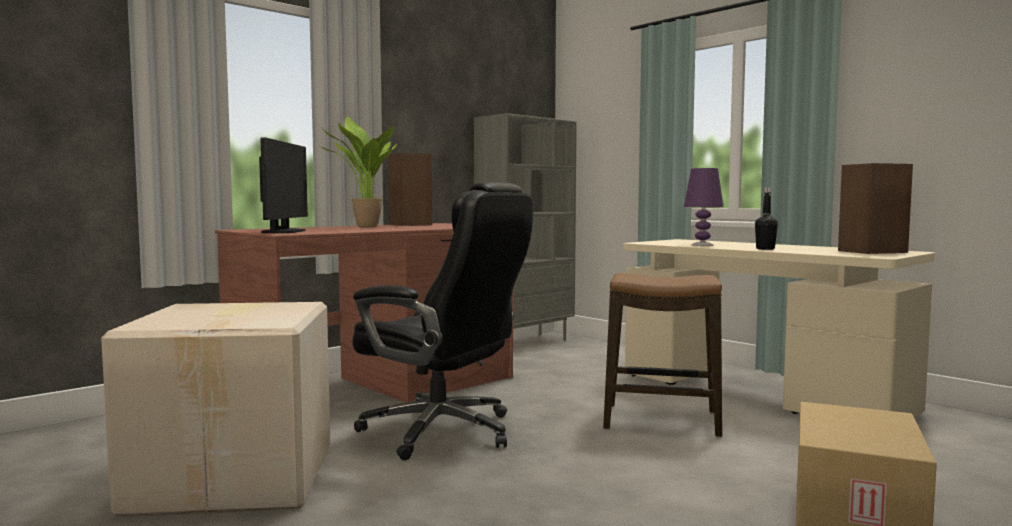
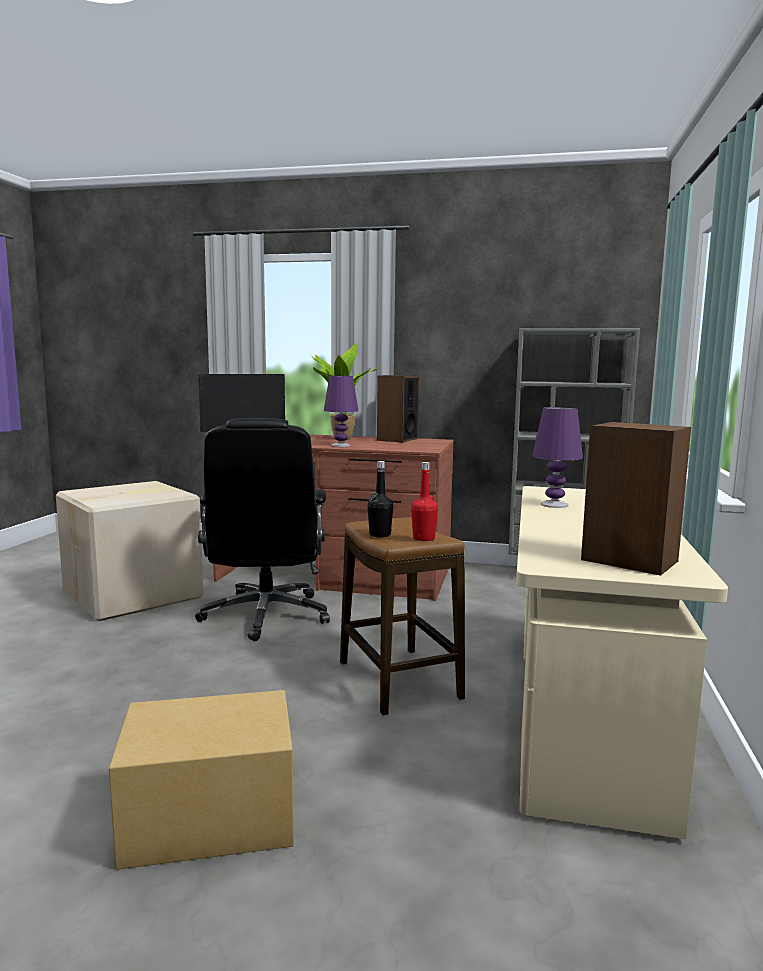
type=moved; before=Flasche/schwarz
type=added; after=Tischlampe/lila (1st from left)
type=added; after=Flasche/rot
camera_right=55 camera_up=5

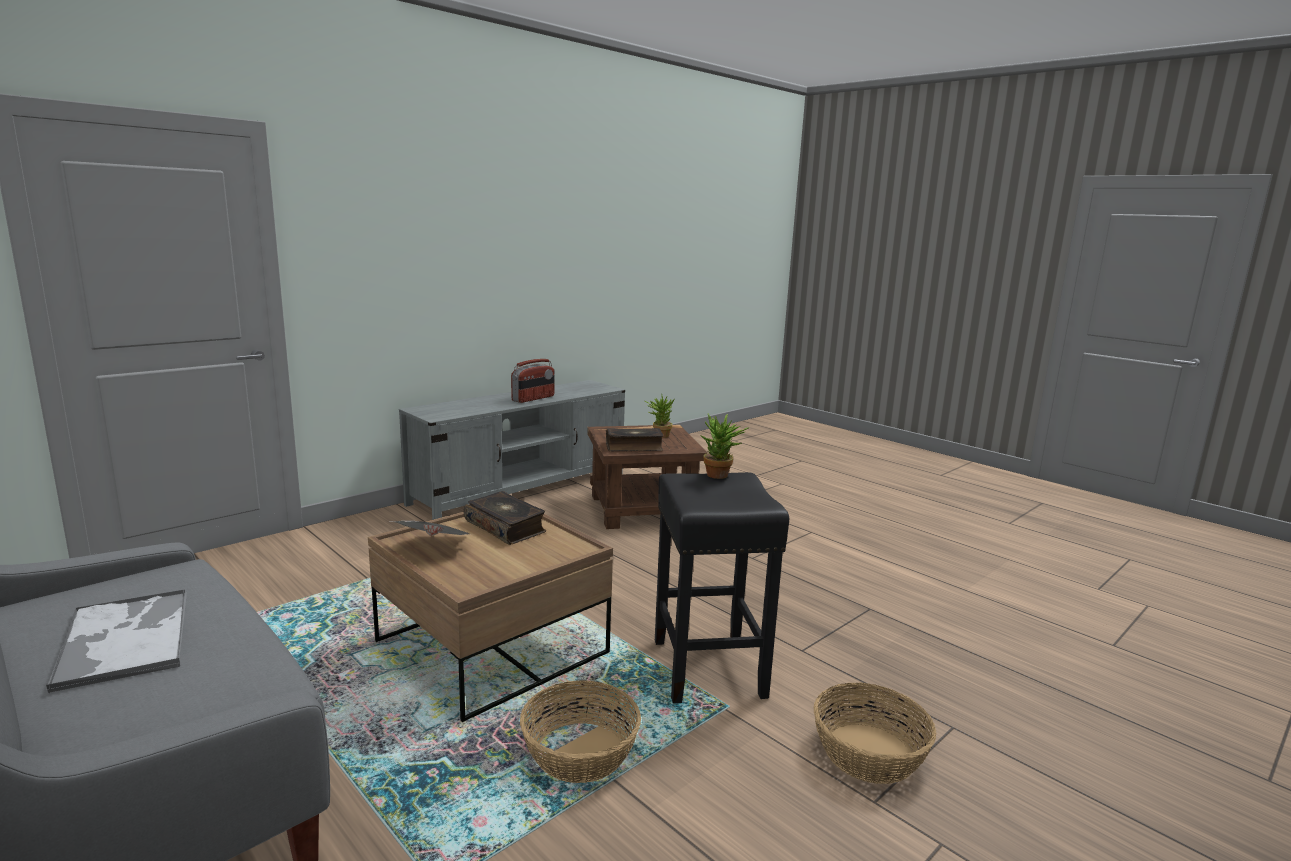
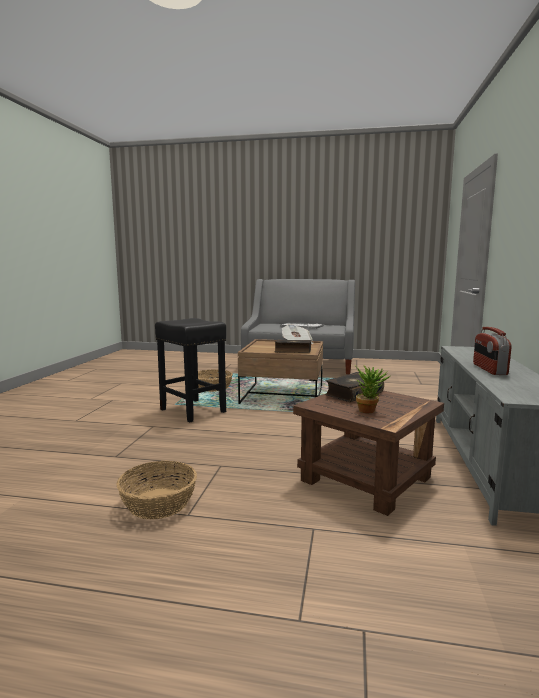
type=removed; before=Topfpflanze (2nd from left)
type=moved; before=Korb (2nd from left in the first image); after=Korb (1st from left)
camera_right=145 camera_up=-5

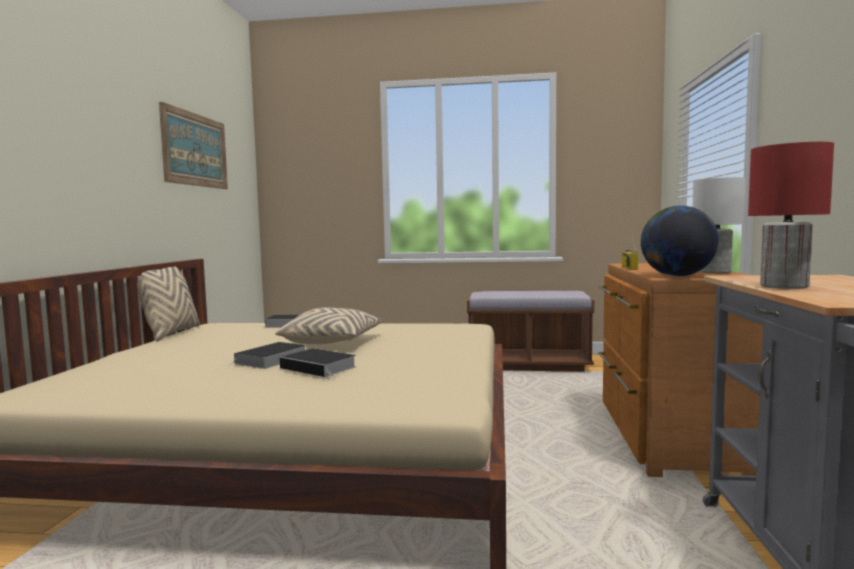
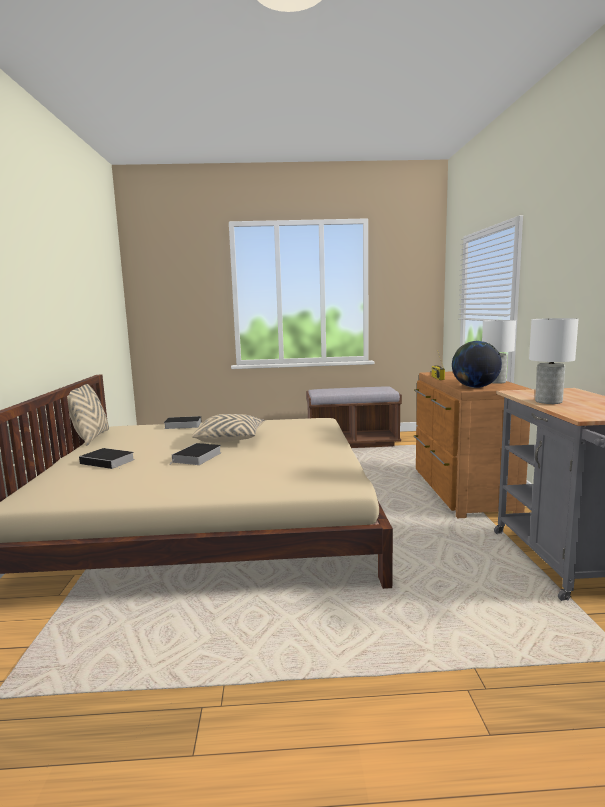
type=removed; before=Bild
type=recoloured; before=Tischlampe/rot; after=Tischlampe/weiß (2nd from left)
type=moved; before=Buch (3rd from left in the first image); after=Buch (1st from left)
camera_right=-10 camera_up=5

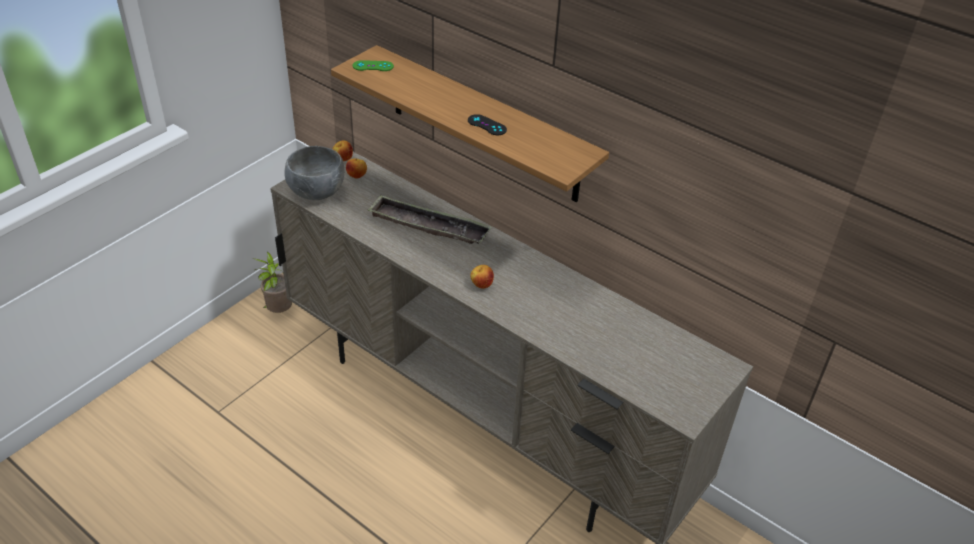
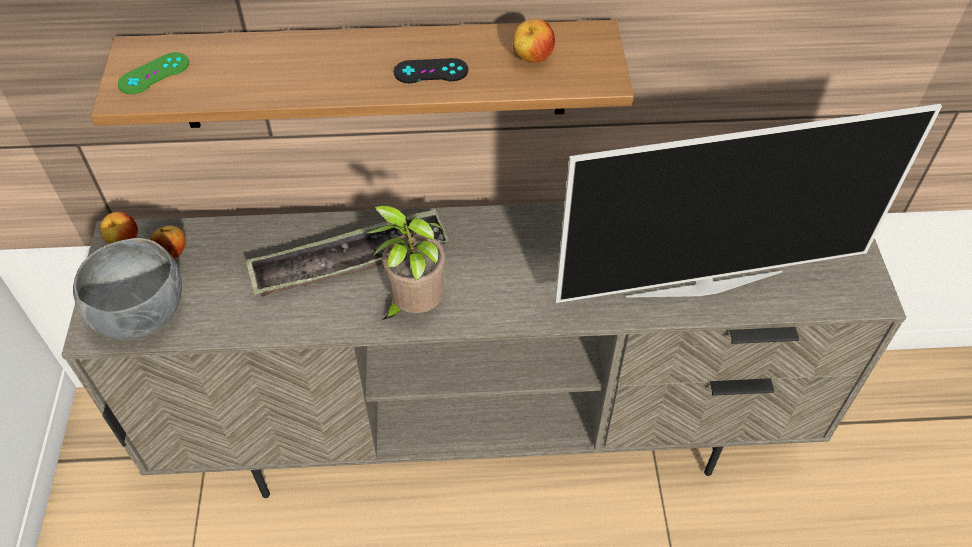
type=moved; before=Topfpflanze
type=moved; before=Apfel (3rd from left)
type=added; after=Fernseher
camera_right=-40 camera_up=10

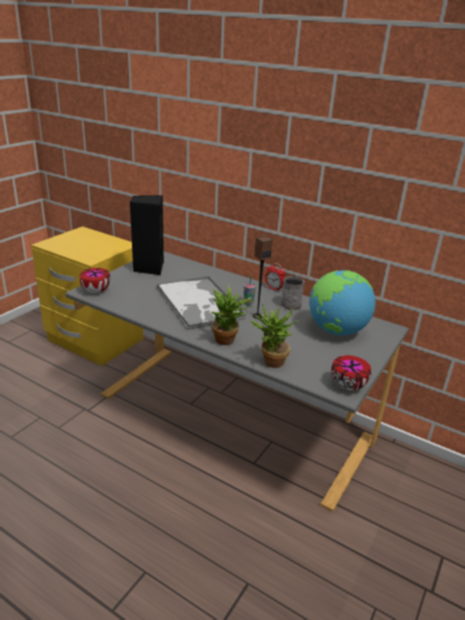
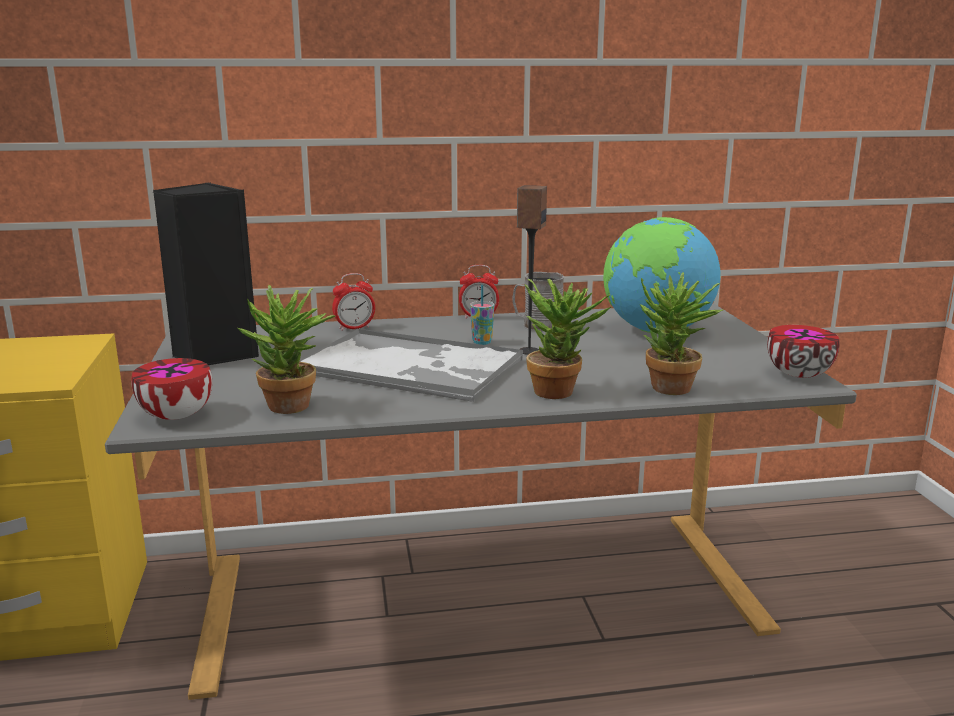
type=added; after=Wecker (1st from left)
type=added; after=Topfpflanze (1st from left)
camera_right=-40 camera_up=-10

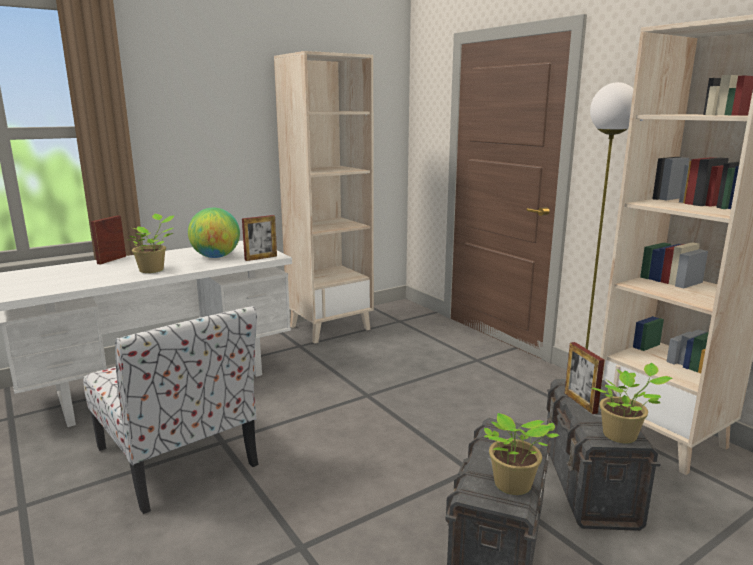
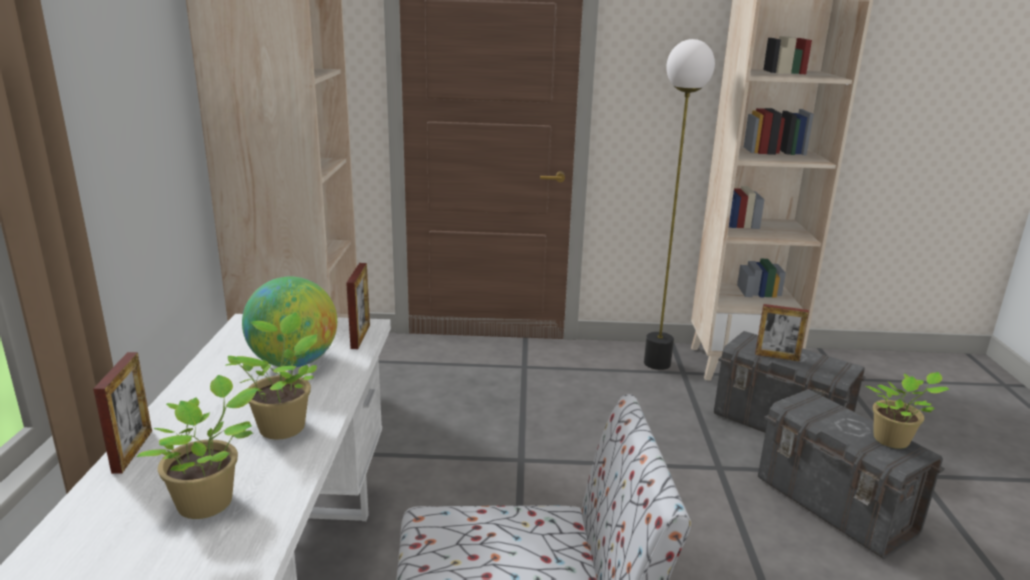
type=turned; before=Bilderrahmen (1st from left); turn=-150
type=moved; before=Topfpflanze (3rd from left in the first image); after=Topfpflanze (1st from left)
camera_right=-55 camera_up=5

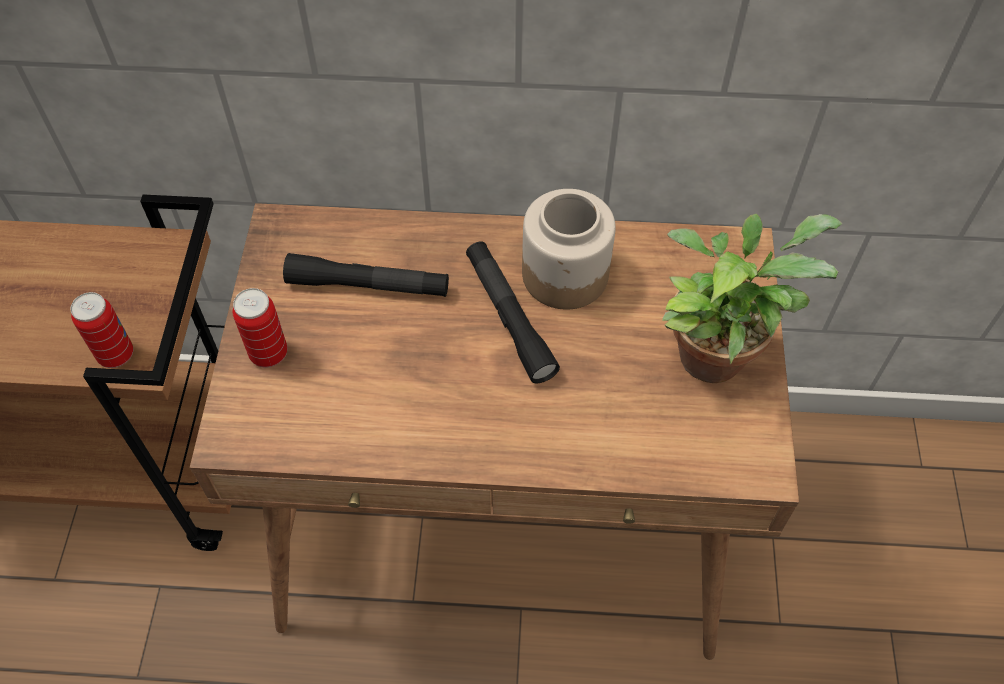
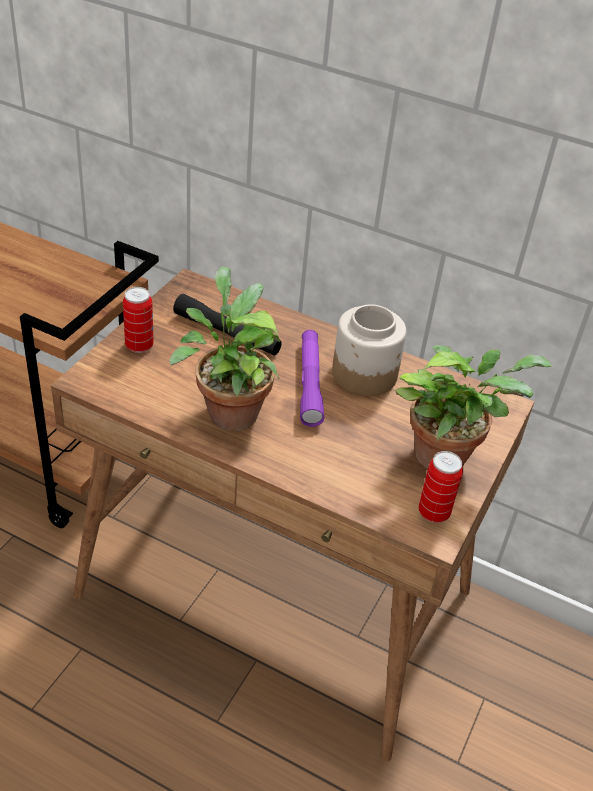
type=recoloured; before=Taschenlampe/schwarz (2nd from left); after=Taschenlampe/lila
type=moved; before=Dose (1st from left in the first image); after=Dose (2nd from left)
type=added; after=Topfpflanze (1st from left)
camera_right=20 camera_up=-15

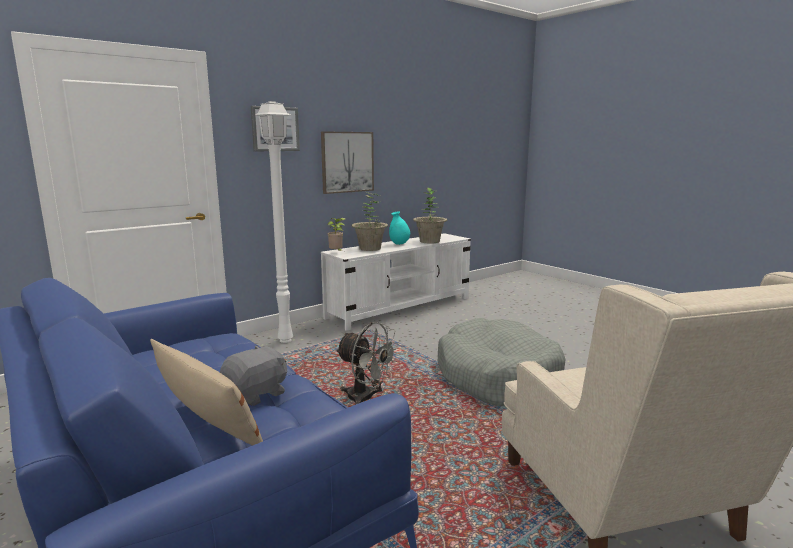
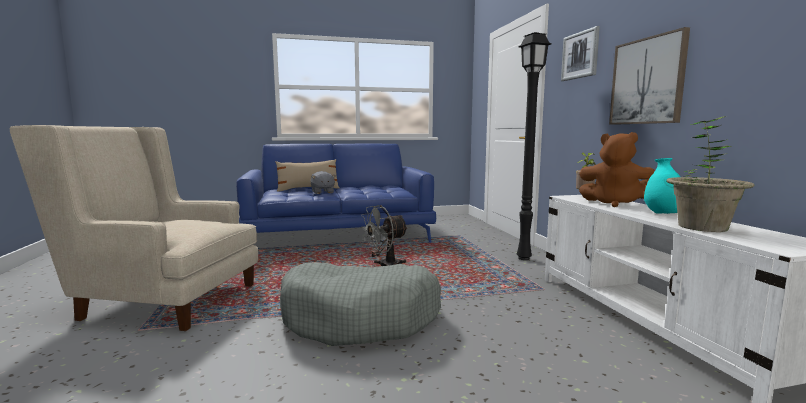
type=recoloured; before=Stehlampe/weiß; after=Stehlampe/schwarz
type=replaced; before=Topfpflanze (2nd from left); after=Plüschtier/braun
camera_right=115 camera_up=-5

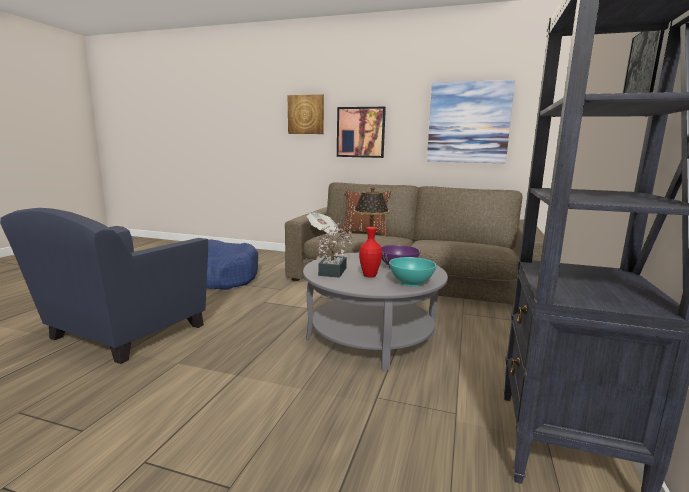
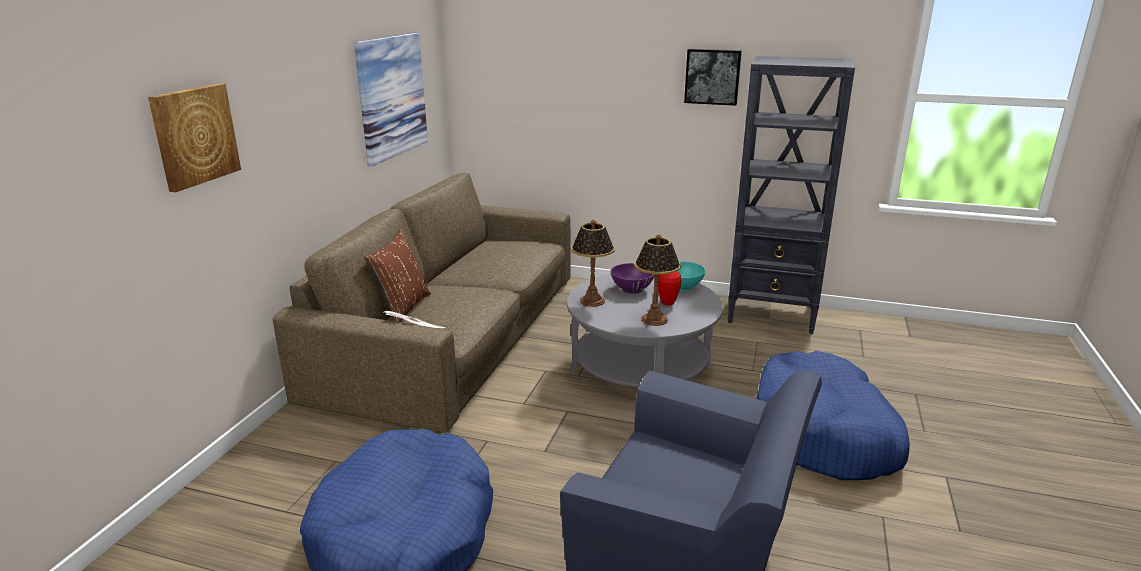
type=removed; before=Bild (2nd from left)
type=replaced; before=Topfpflanze; after=Tischlampe (2nd from left)
type=added; after=Hundebett/blau (2nd from left)
camera_right=-90 camera_up=10

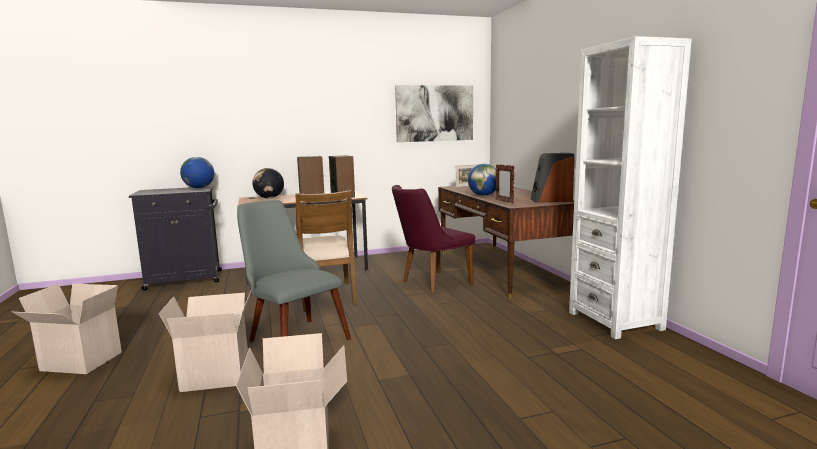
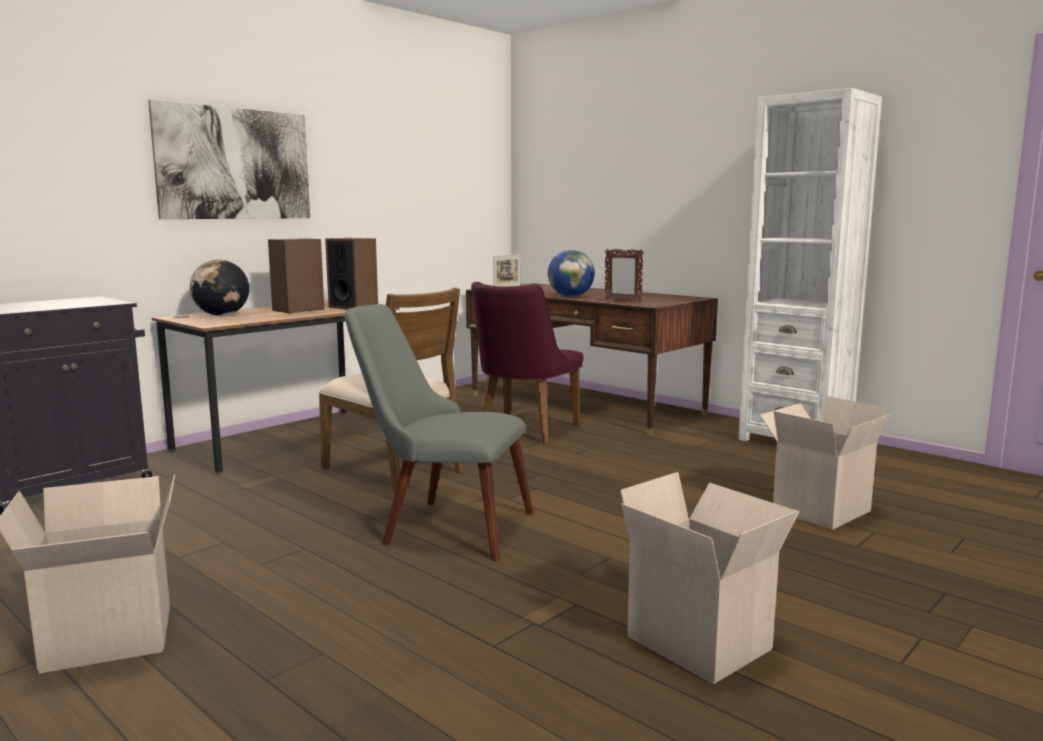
type=moved; before=Bild
type=removed; before=Lautsprecher (3rd from left)
type=removed; before=Globus (1st from left)
type=moved; before=Karton (2nd from left in the first image); after=Karton (3rd from left)
camera_right=-30 camera_up=0

